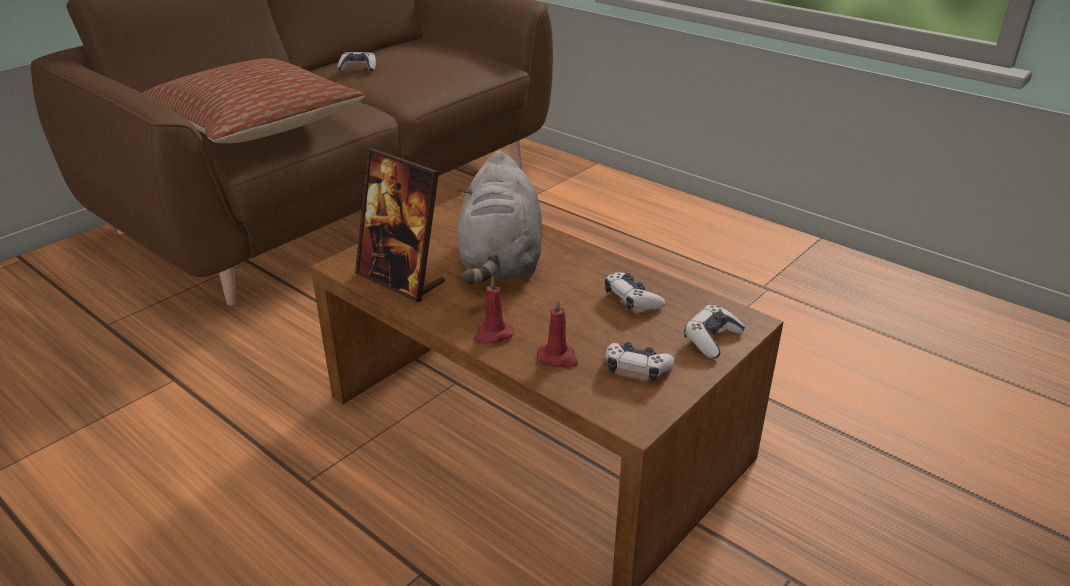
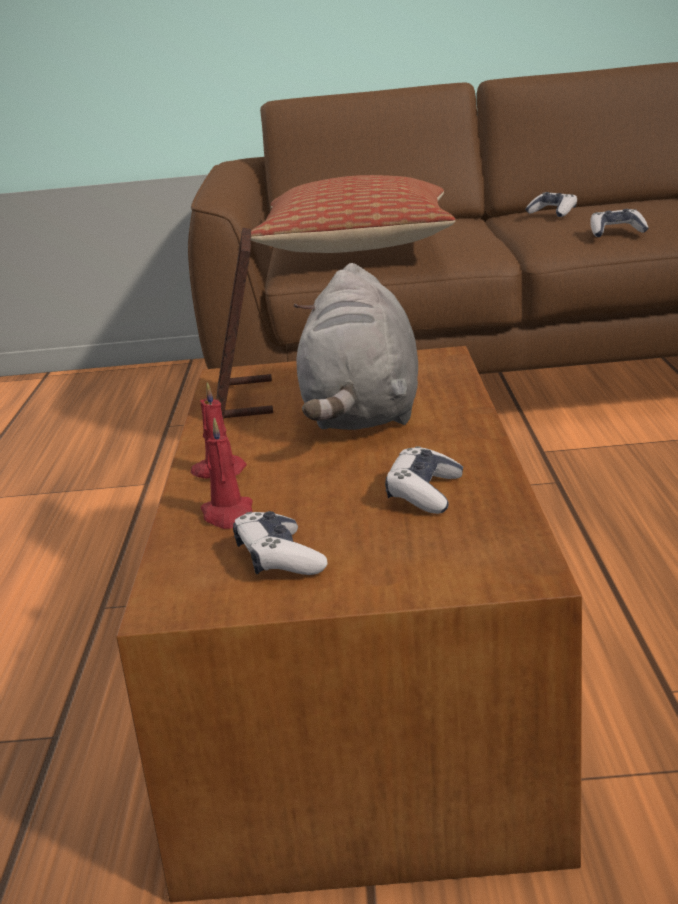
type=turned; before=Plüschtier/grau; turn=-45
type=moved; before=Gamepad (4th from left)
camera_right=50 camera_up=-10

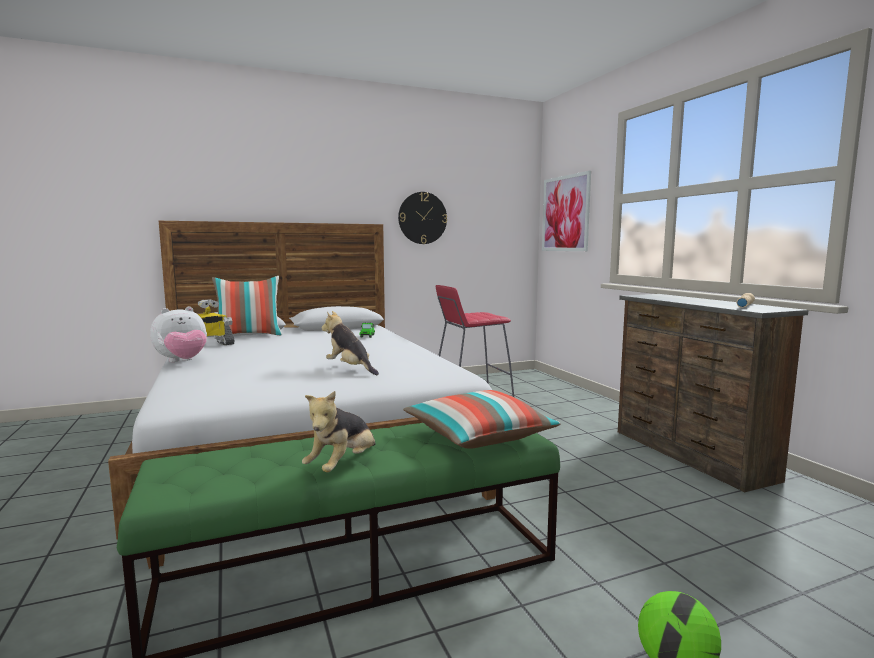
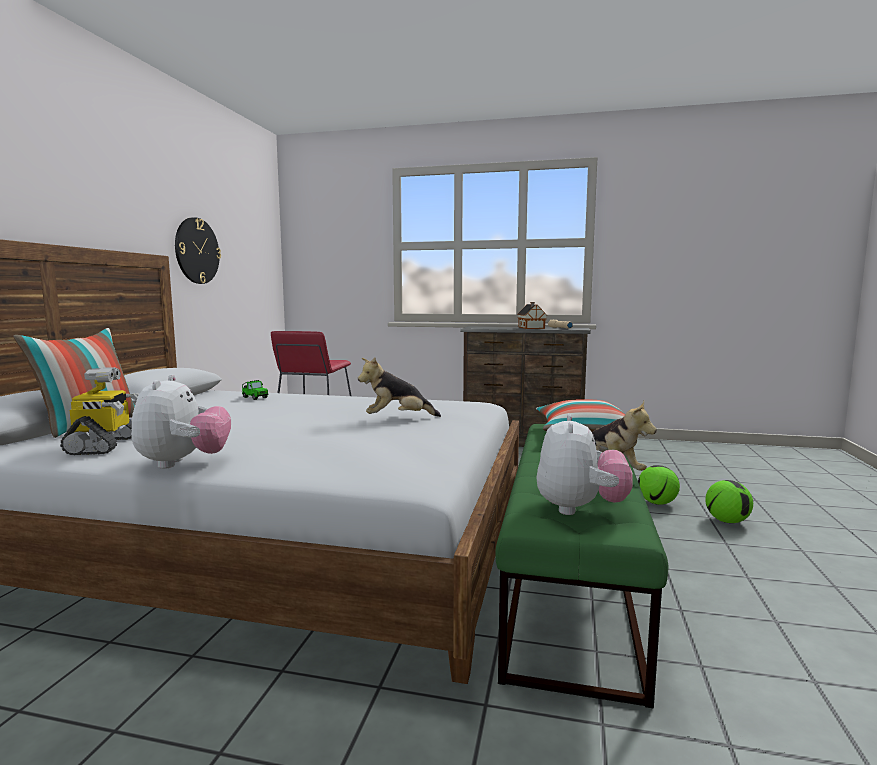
type=removed; before=Bild
type=added; after=Spielzeughaus
type=added; after=Plüschtier (3rd from left)
type=added; after=Fußball (1st from left)
camera_right=-55 camera_up=0

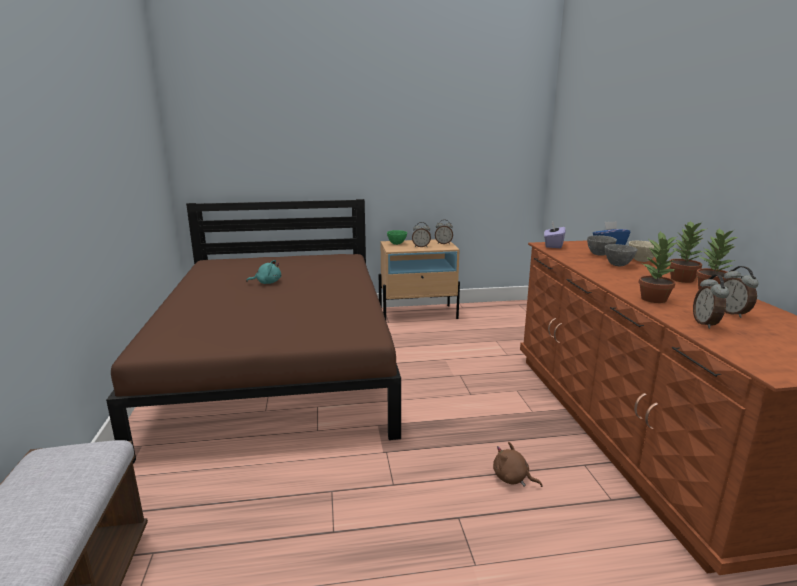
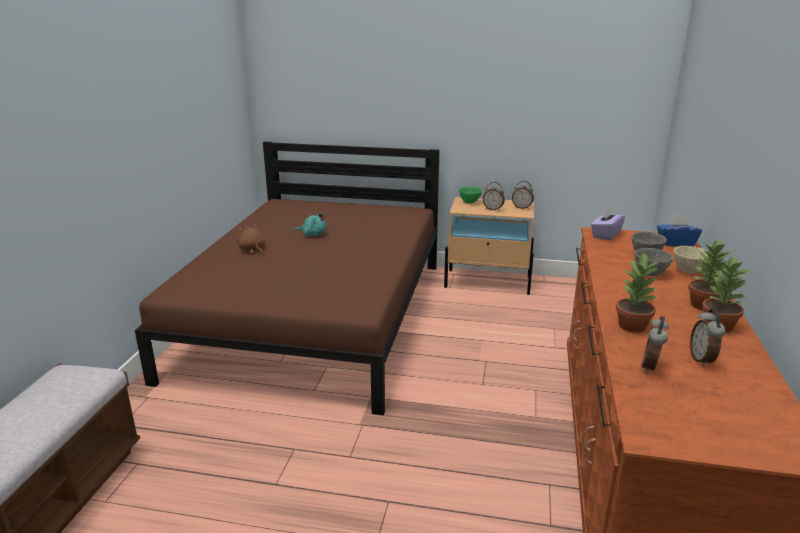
type=moved; before=Plüschtier/braun
camera_right=20 camera_up=5

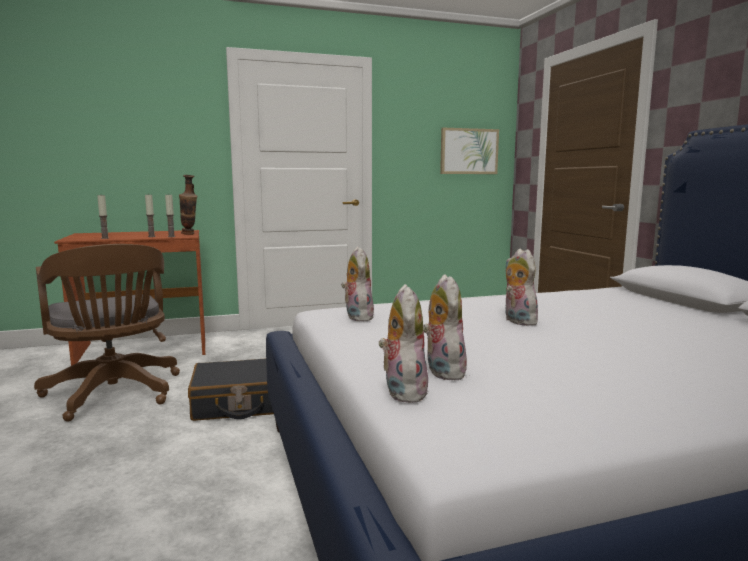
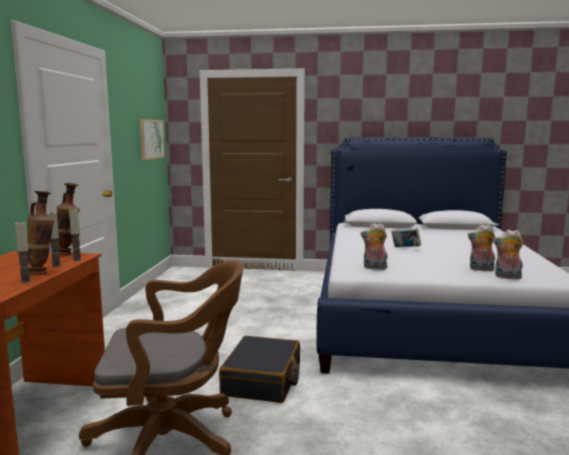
type=replaced; before=Plüschtier (4th from left); after=Buch
type=added; after=Vase (1st from left)
camera_right=-65 camera_up=0

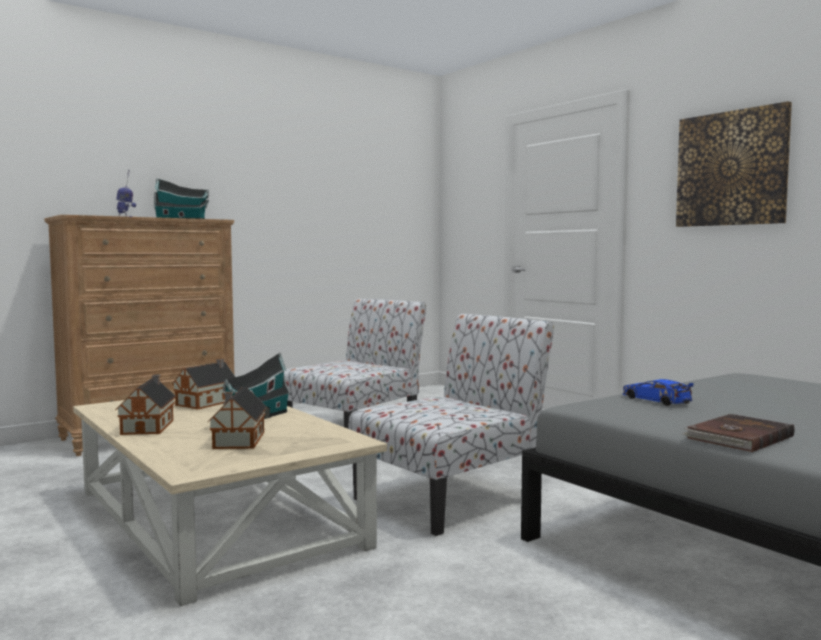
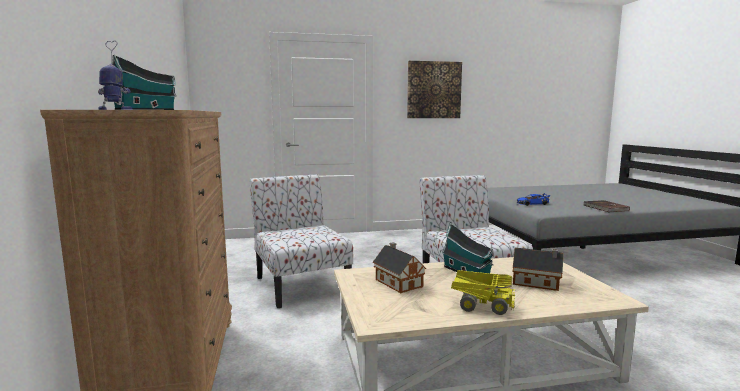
type=replaced; before=Spielzeughaus (1st from left); after=Spielzeuglaster
camera_right=-65 camera_up=5

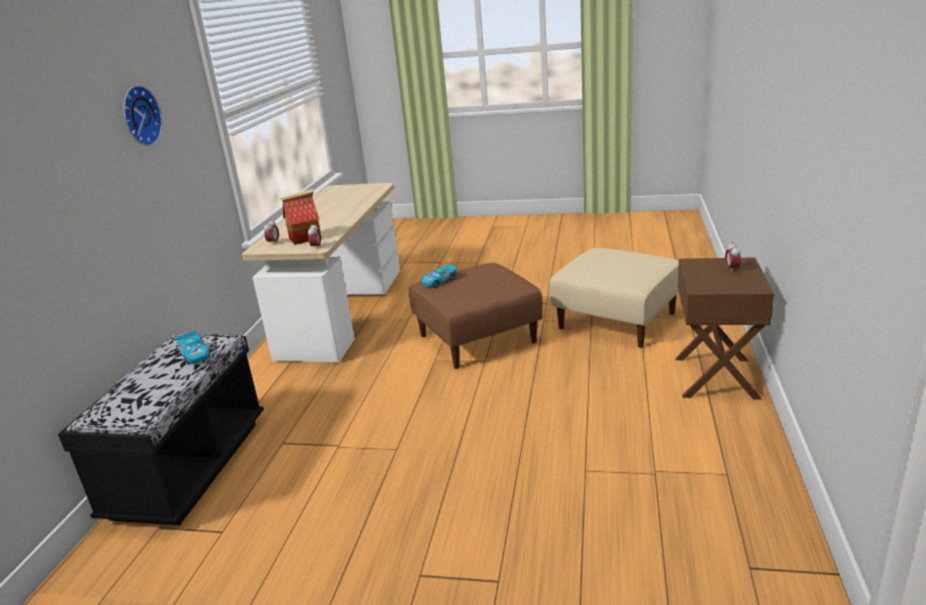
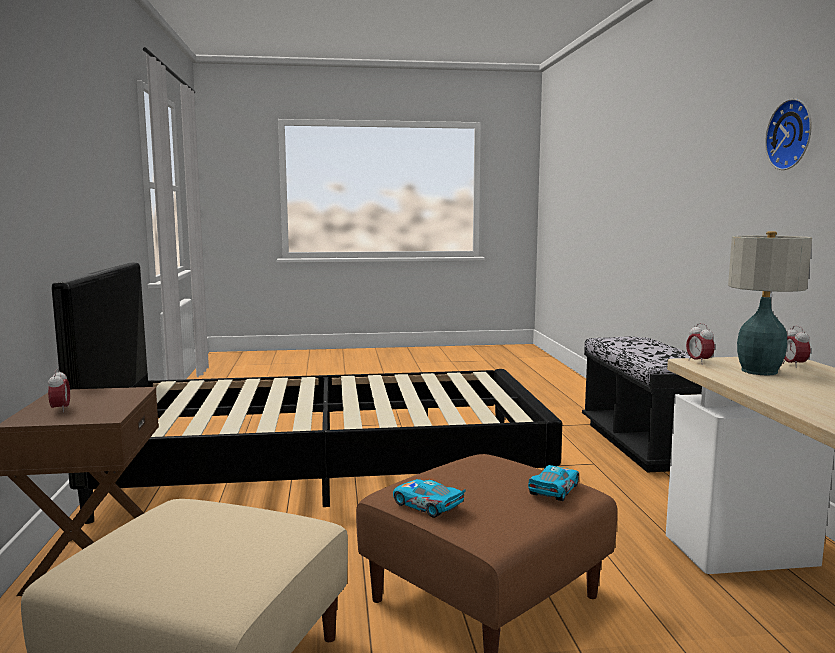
type=replaced; before=Spielzeughaus; after=Tischlampe
type=moved; before=Spielzeugauto (1st from left)
type=added; after=Bett/schwarz
camera_right=160 camera_up=-15

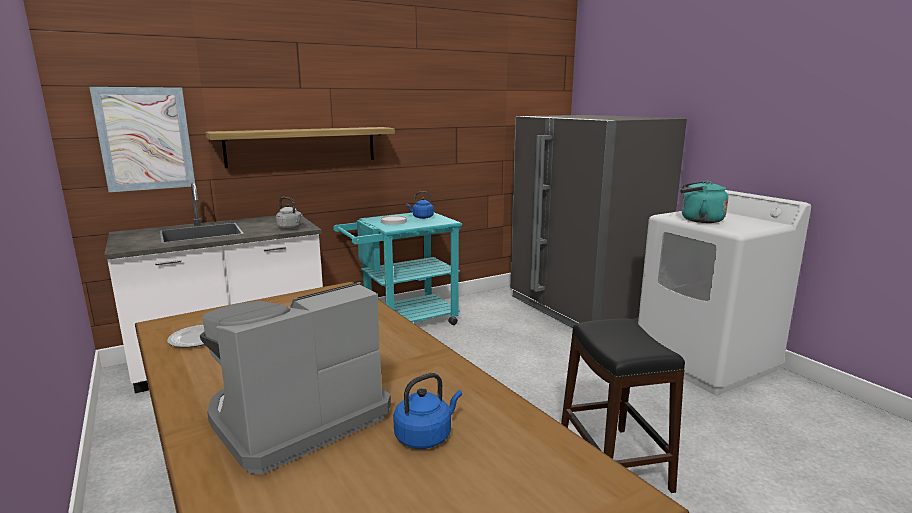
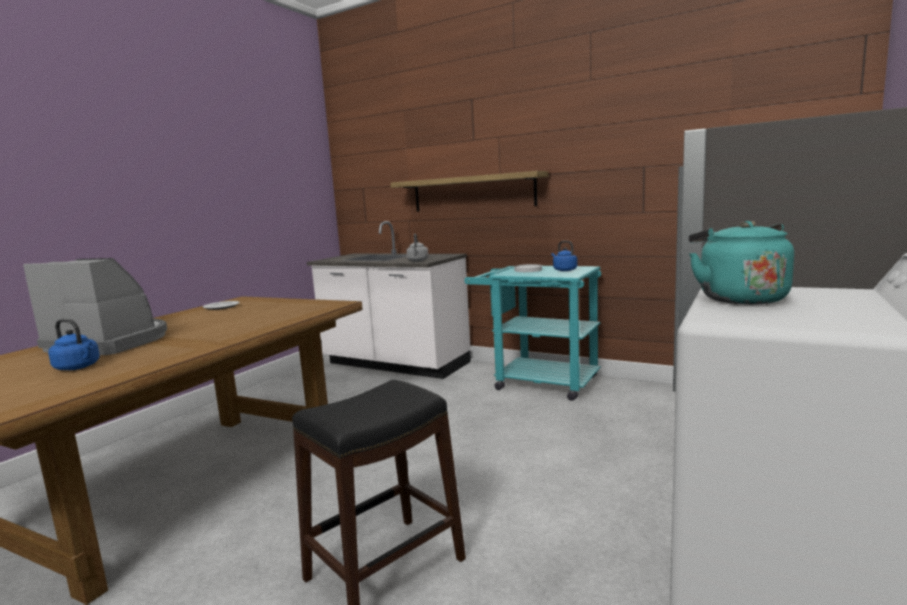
type=removed; before=Bild
camera_right=60 camera_up=-5

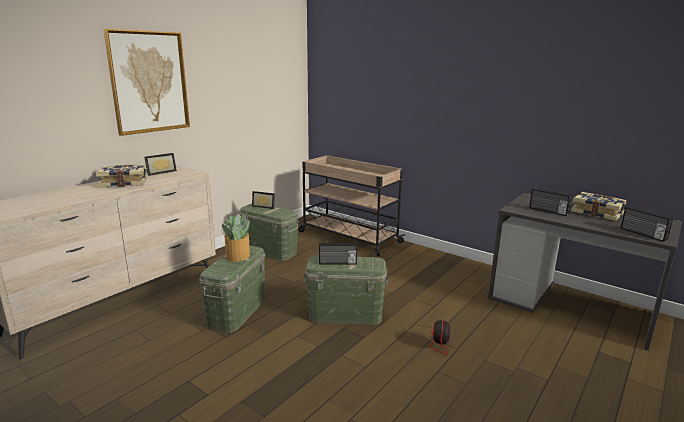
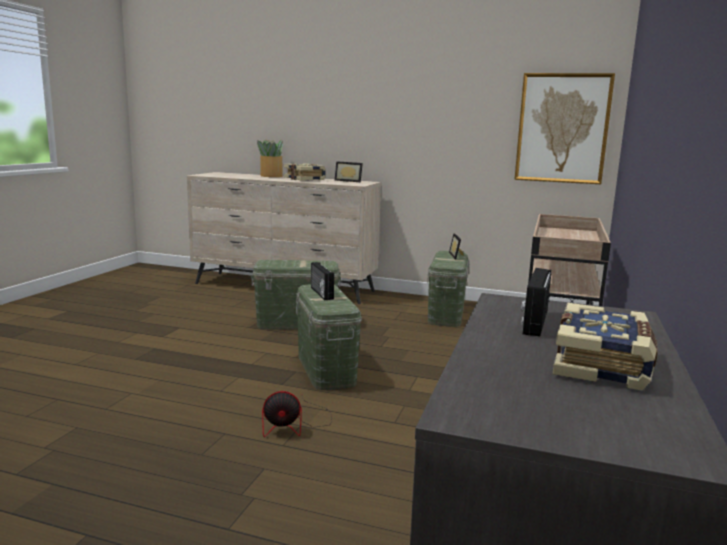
type=moved; before=Bild
type=removed; before=Radio (3rd from left)
type=moved; before=Topfpflanze
camera_right=70 camera_up=-5

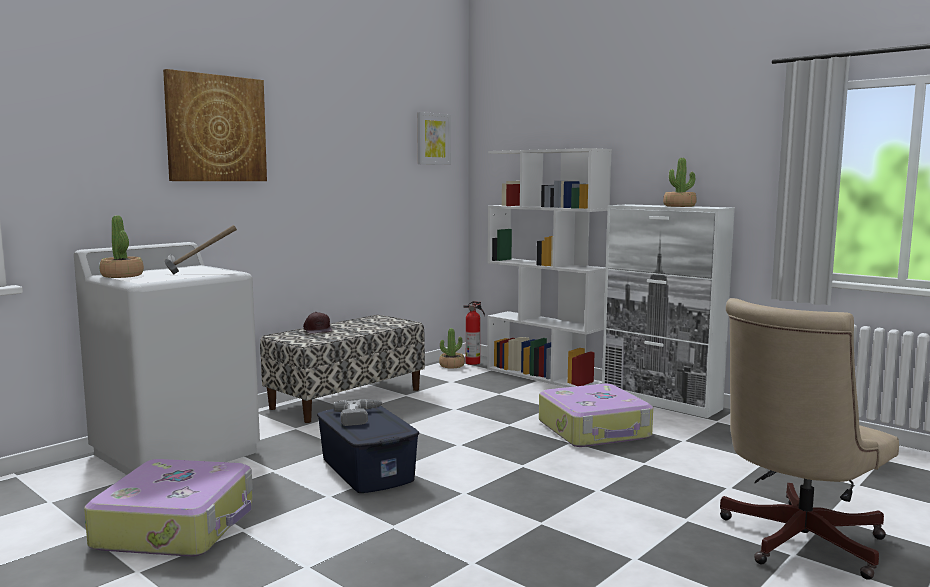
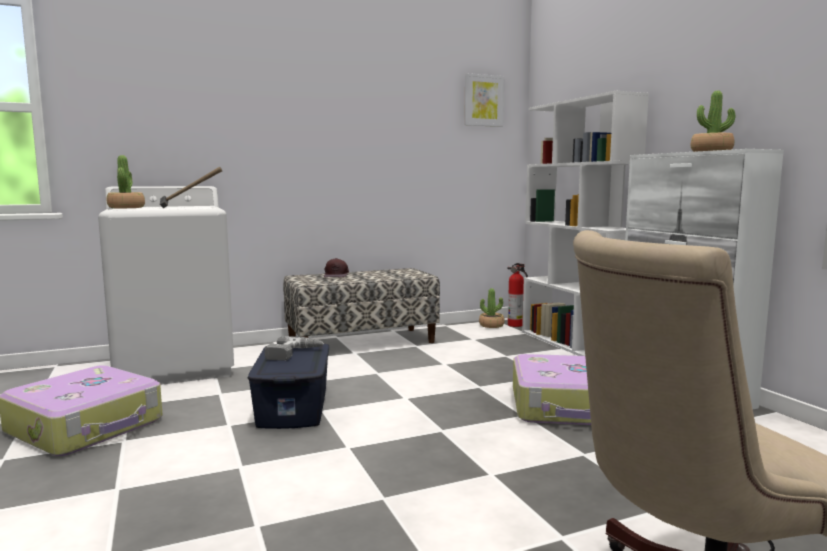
type=removed; before=Bild (1st from left)
camera_right=25 camera_up=0

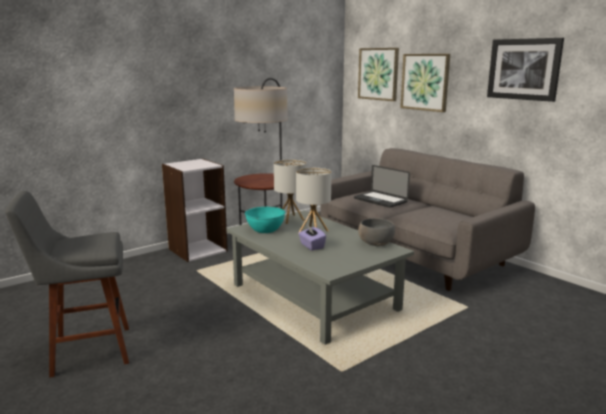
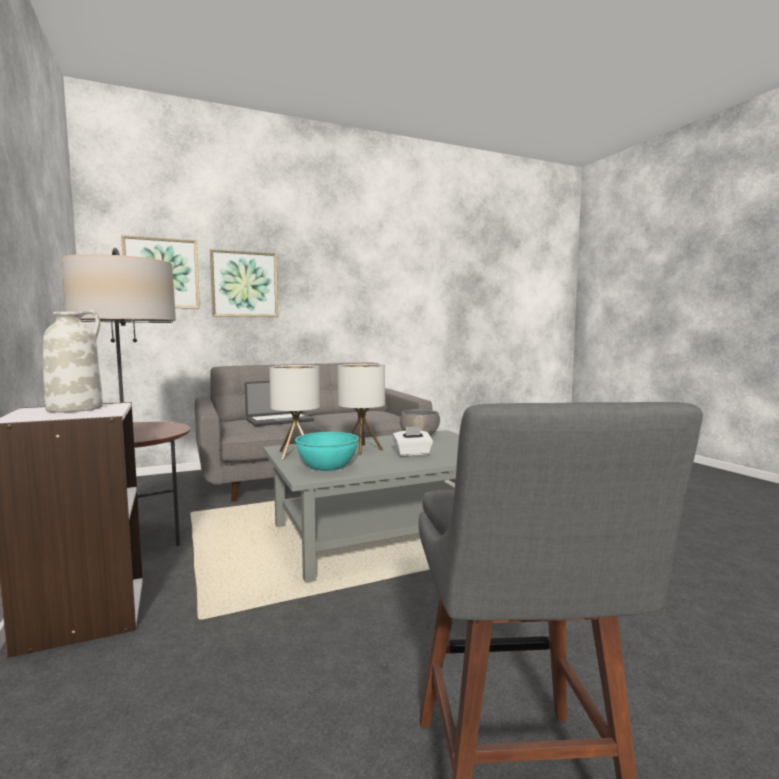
type=removed; before=Bild (3rd from left)
type=recoloured; before=Taschentuchbox/lila; after=Taschentuchbox/weiß
type=added; after=Vase/weiß
camera_right=-75 camera_up=-10

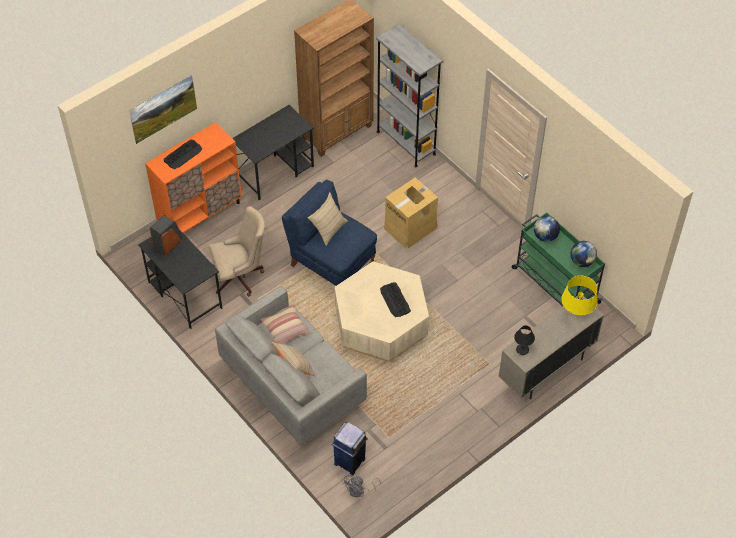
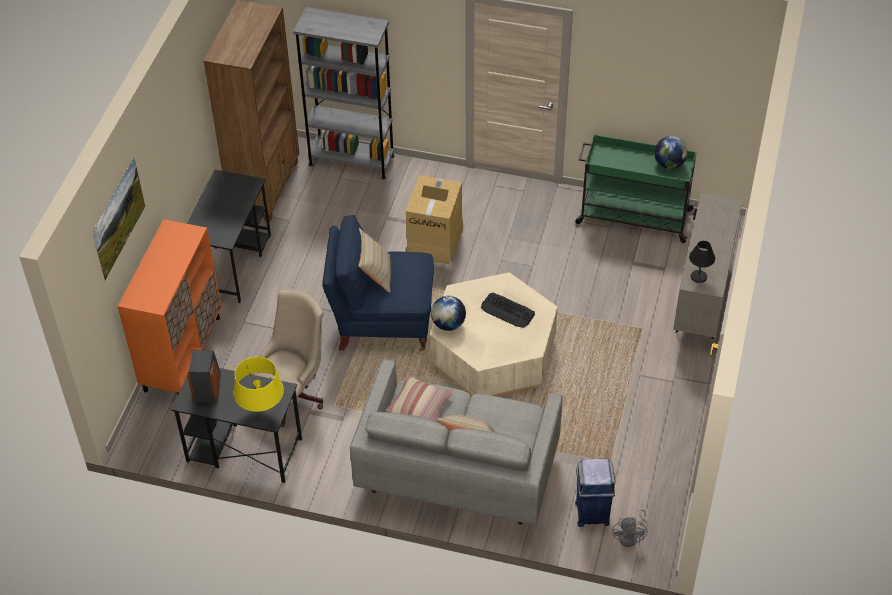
type=removed; before=Tastatur (1st from left)
type=moved; before=Globus (1st from left)
type=moved; before=Tischlampe/gelb
camera_right=-35 camera_up=-5

